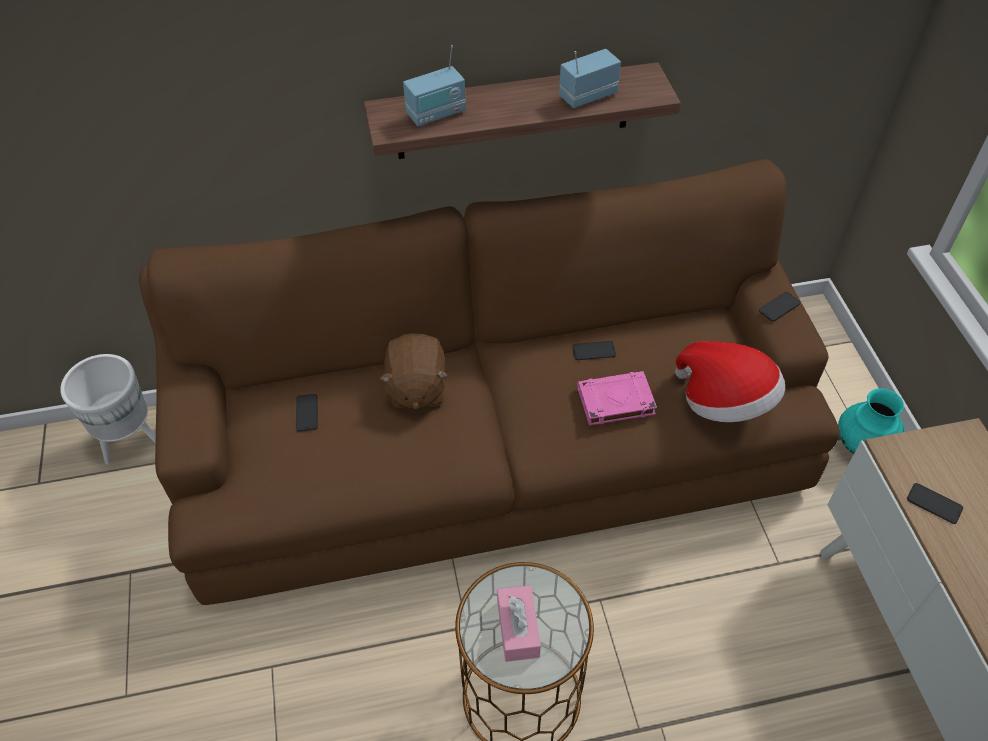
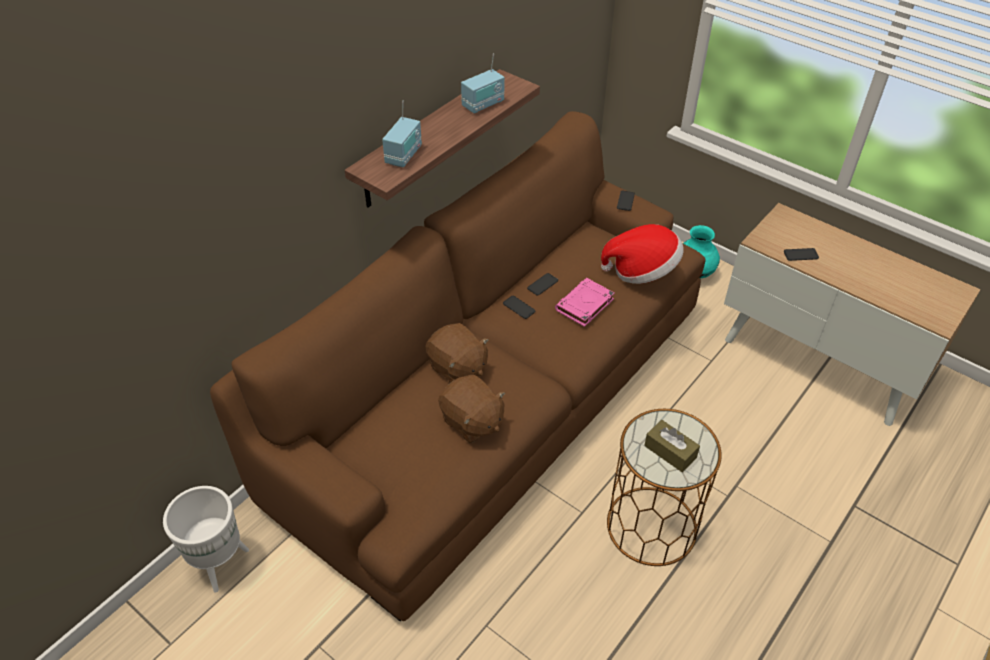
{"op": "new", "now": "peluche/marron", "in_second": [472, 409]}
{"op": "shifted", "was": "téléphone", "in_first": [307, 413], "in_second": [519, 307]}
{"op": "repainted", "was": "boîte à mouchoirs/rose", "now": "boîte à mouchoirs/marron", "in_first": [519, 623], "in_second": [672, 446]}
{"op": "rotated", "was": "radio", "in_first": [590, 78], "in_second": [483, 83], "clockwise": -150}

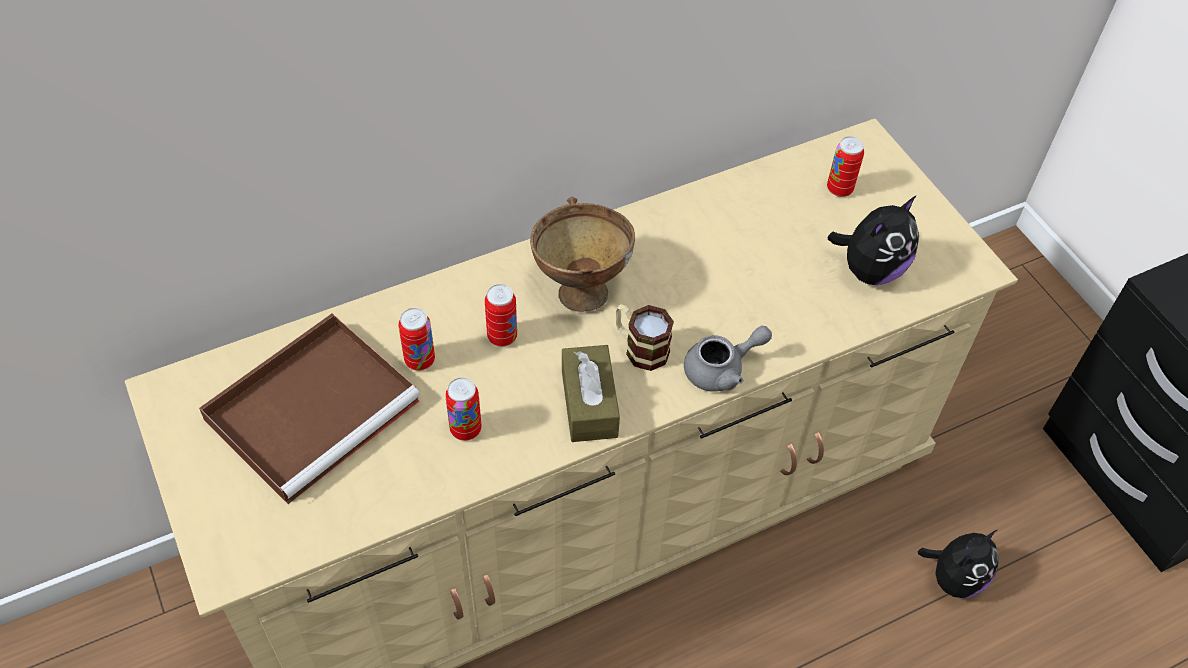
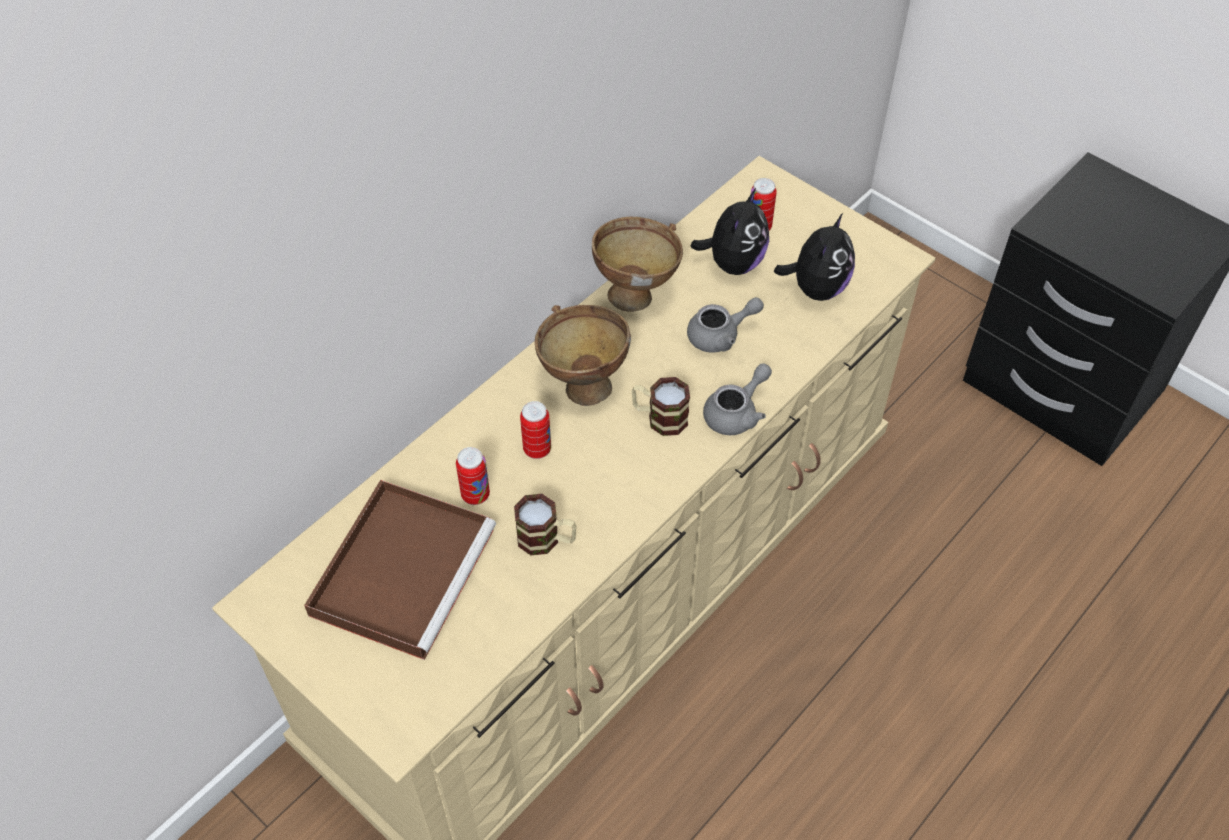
{"op": "gone", "was": "boîte à mouchoirs/marron", "in_first": [591, 393]}
{"op": "new", "now": "bol/marron", "in_second": [637, 264]}
{"op": "new", "now": "théière/gris", "in_second": [725, 325]}
{"op": "shifted", "was": "peluche", "in_first": [958, 564], "in_second": [729, 231]}
{"op": "swapped", "was": "boîte métallique", "now": "mug", "in_first": [463, 409], "in_second": [545, 525]}

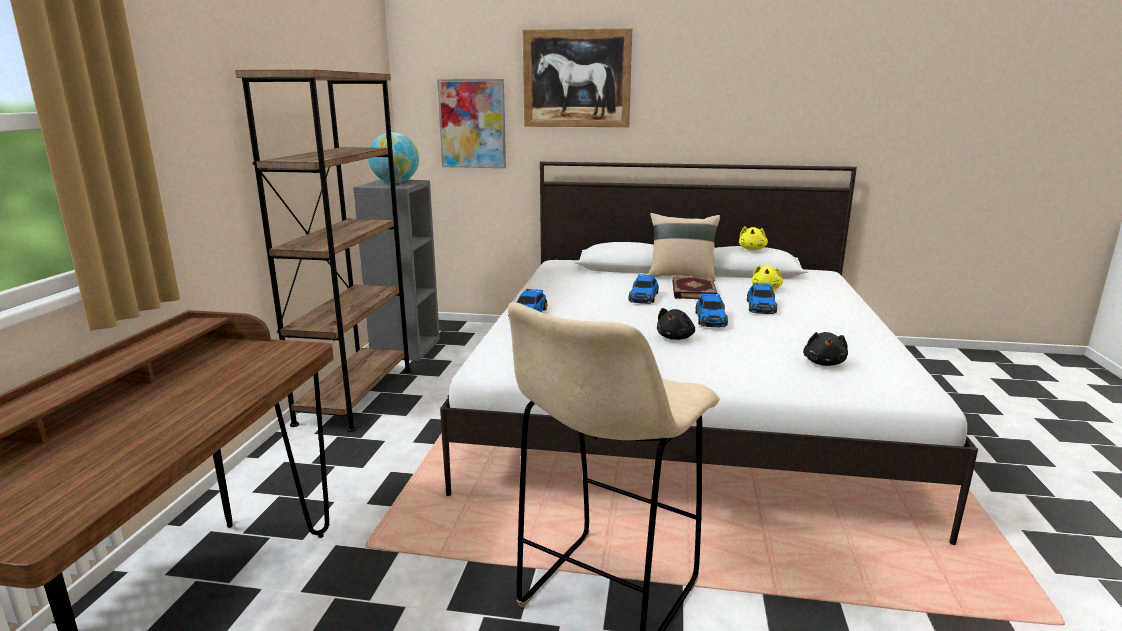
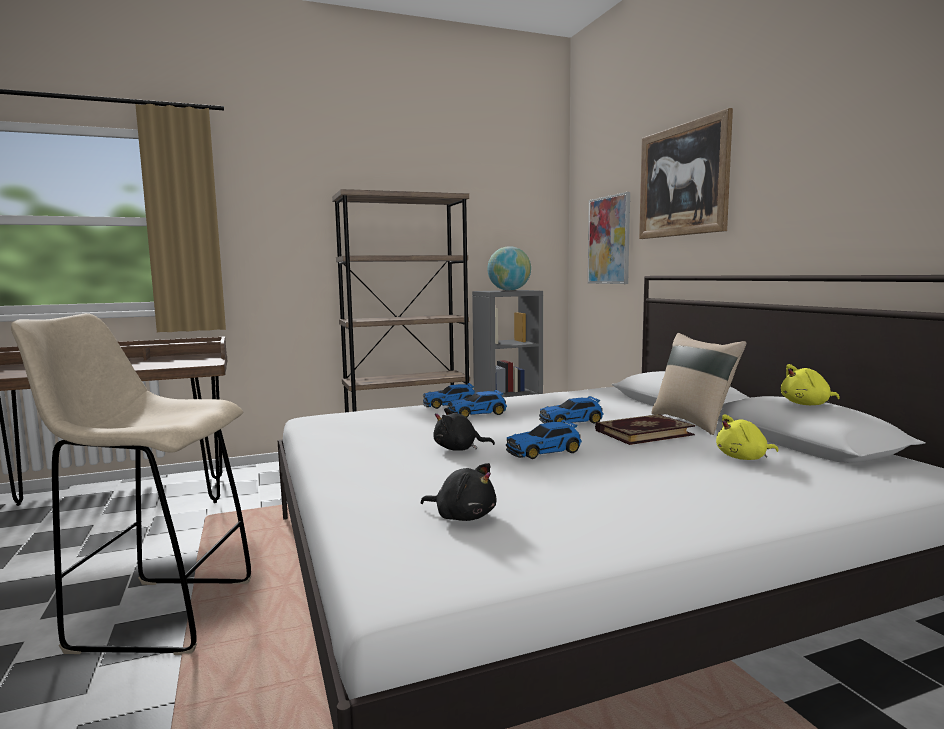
{"op": "shifted", "was": "petite voiture", "in_first": [762, 298], "in_second": [477, 404]}
{"op": "rotated", "was": "peluche/noir", "in_first": [825, 349], "in_second": [458, 492], "clockwise": -135}

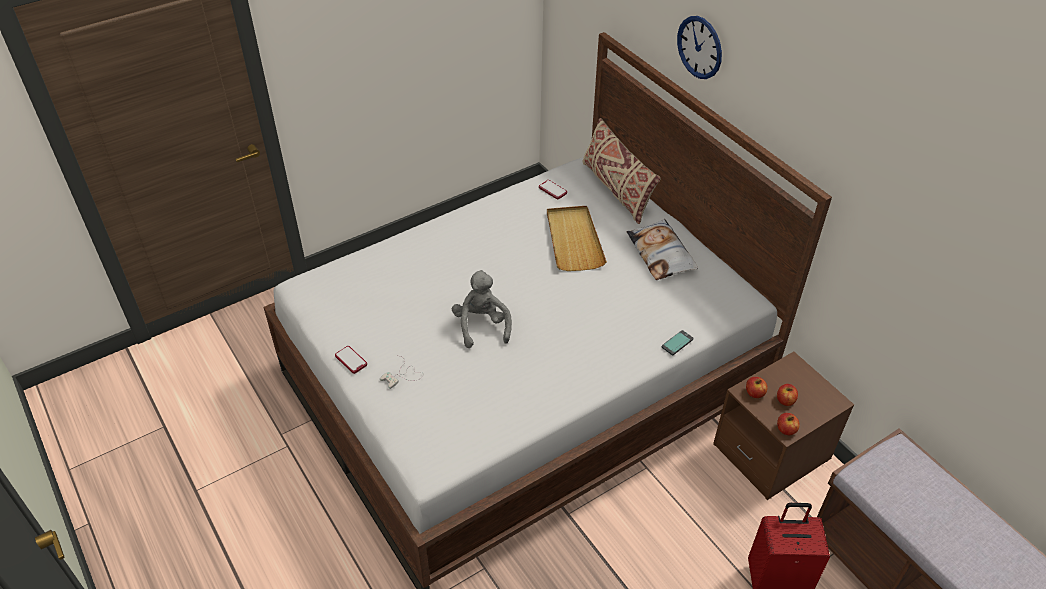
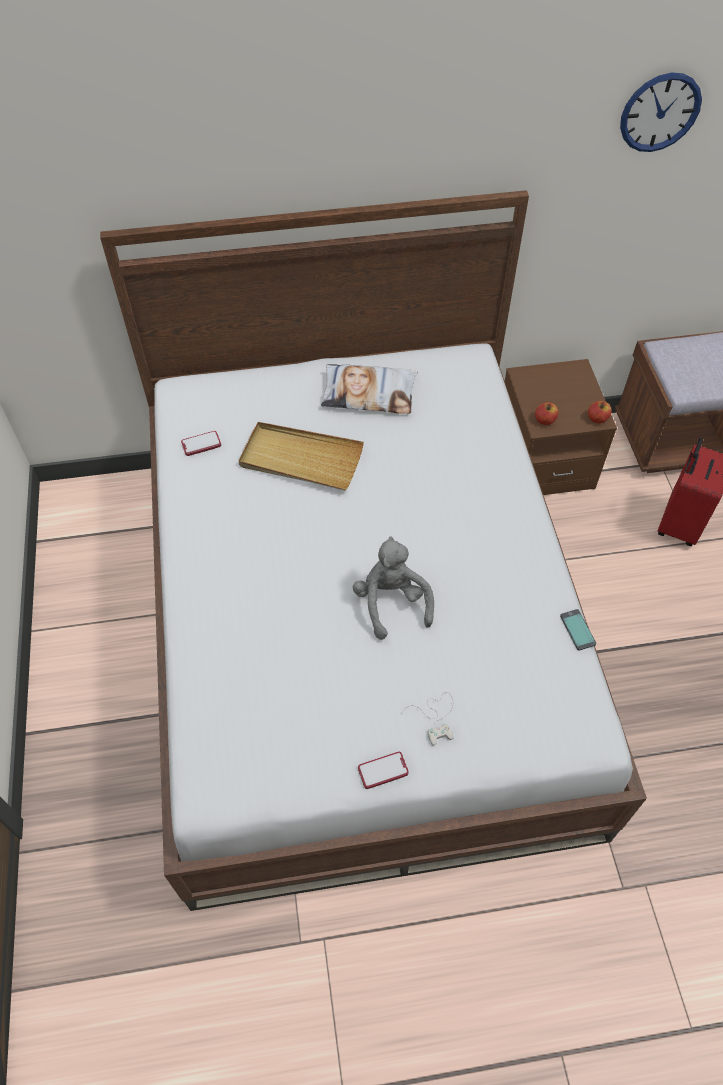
{"op": "gone", "was": "coussin/beige", "in_first": [622, 171]}
{"op": "gone", "was": "pomme", "in_first": [787, 395]}
{"op": "shifted", "was": "téléphone", "in_first": [677, 342], "in_second": [578, 630]}
{"op": "shifted", "was": "horloge murale", "in_first": [699, 47], "in_second": [661, 112]}
{"op": "rotated", "was": "peluche/gris", "in_first": [482, 309], "in_second": [393, 588], "clockwise": 60}

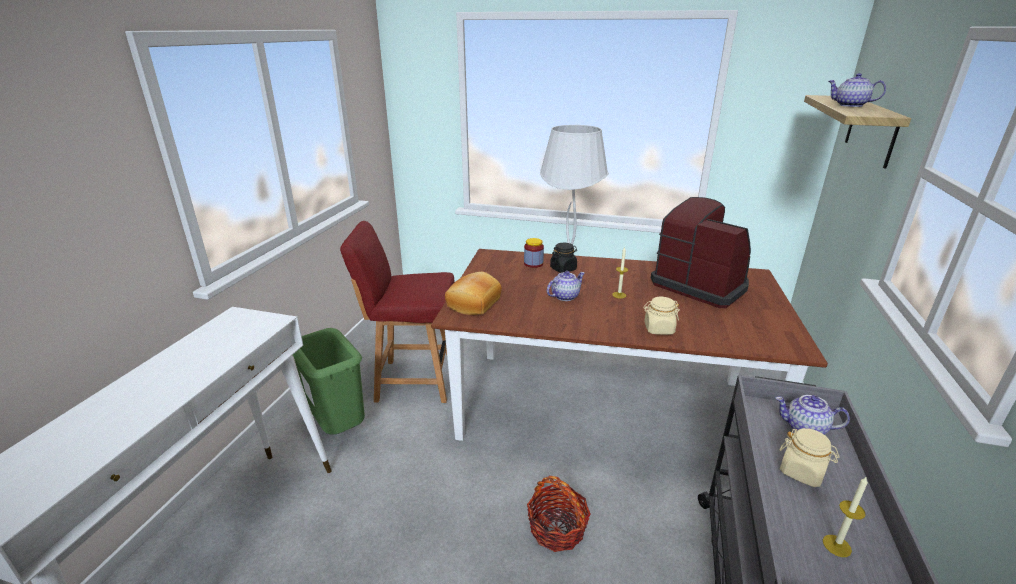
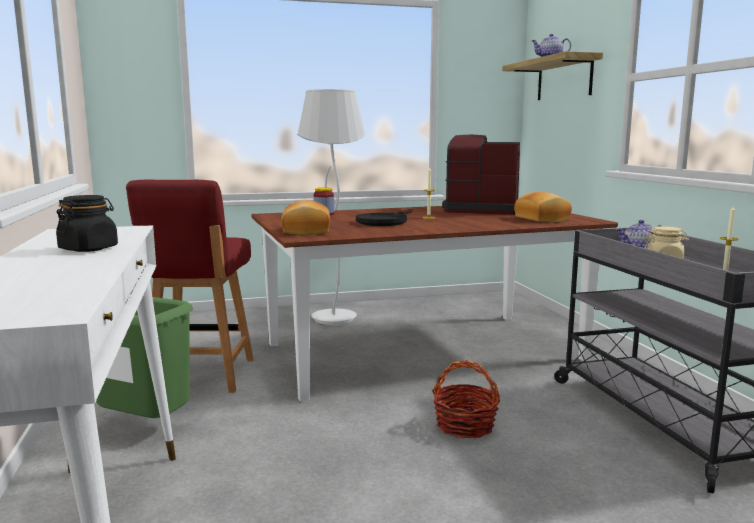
{"op": "gone", "was": "bocal/beige", "in_first": [661, 316]}
{"op": "new", "now": "pain", "in_second": [543, 207]}
{"op": "shifted", "was": "bocal/noir", "in_first": [563, 258], "in_second": [87, 223]}
{"op": "swapped", "was": "théière", "now": "poêle/noir", "in_first": [566, 286], "in_second": [384, 217]}
{"op": "rotated", "was": "chaise/rouge", "in_first": [397, 312], "in_second": [190, 286], "clockwise": -60}

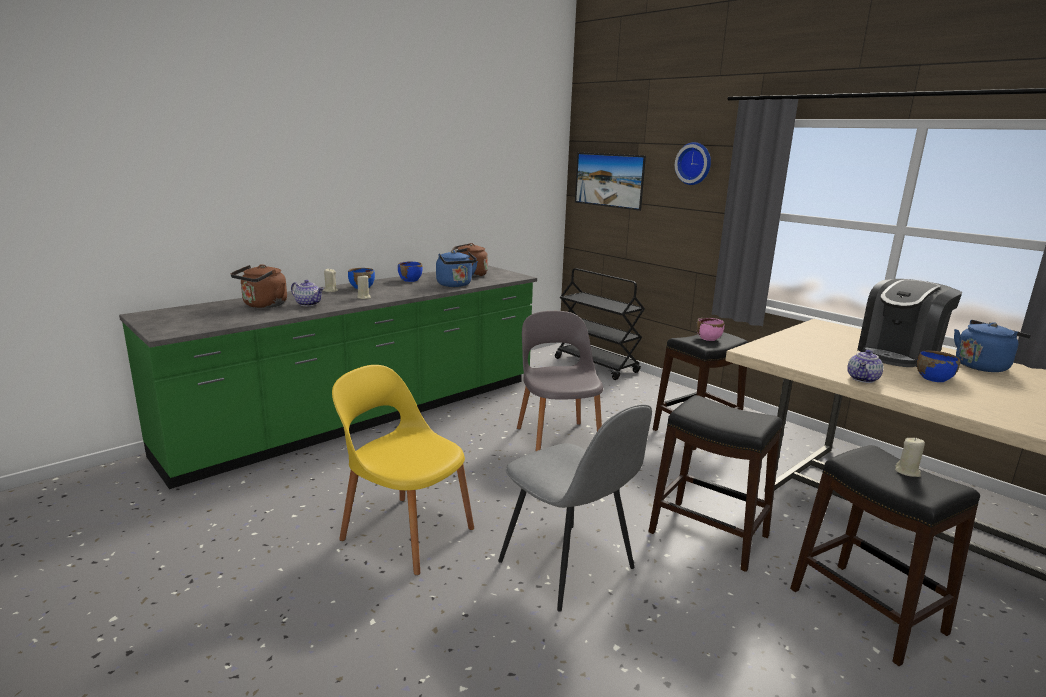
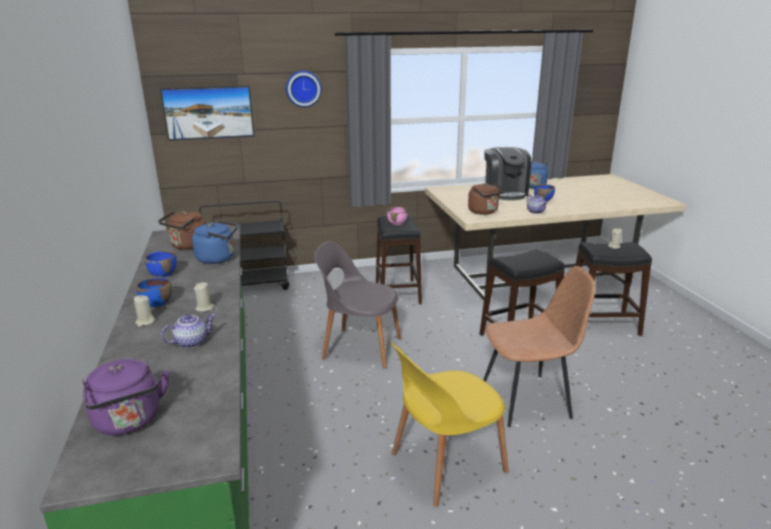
{"op": "new", "now": "bouilloire/violet", "in_second": [125, 397]}
{"op": "shifted", "was": "bouilloire/marron", "in_first": [259, 286], "in_second": [487, 199]}
{"op": "repainted", "was": "chaise/gris", "now": "chaise/marron", "in_first": [575, 508], "in_second": [539, 346]}

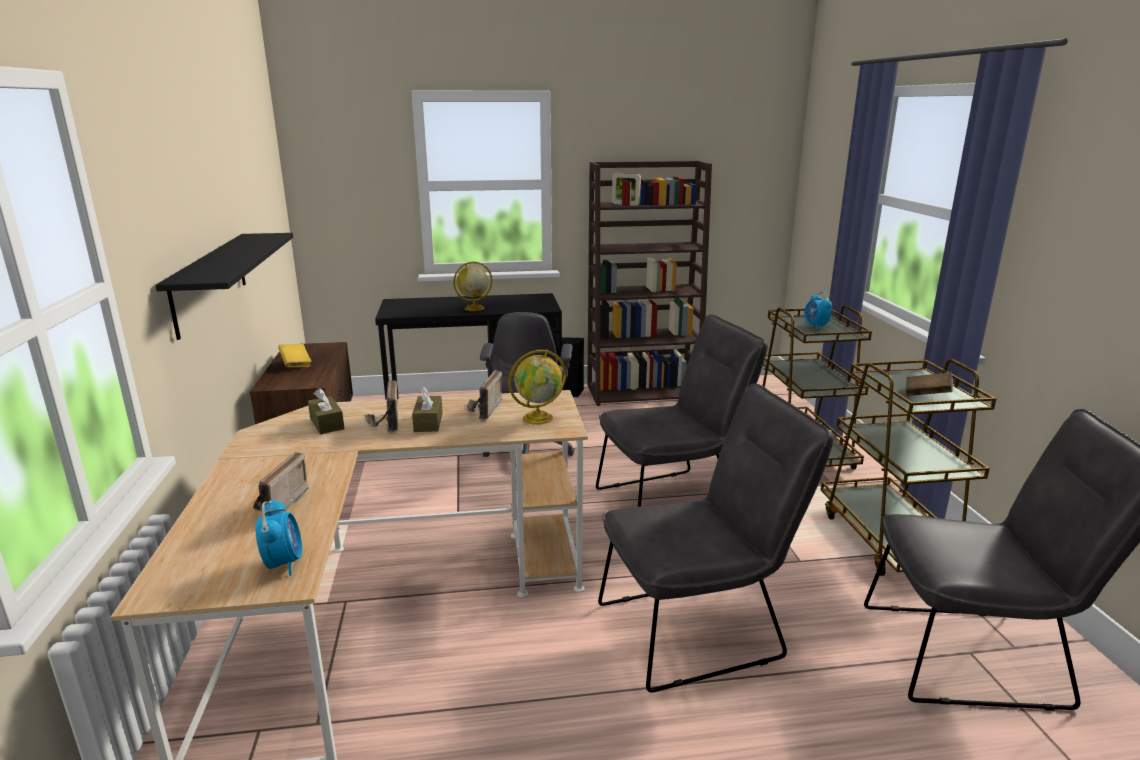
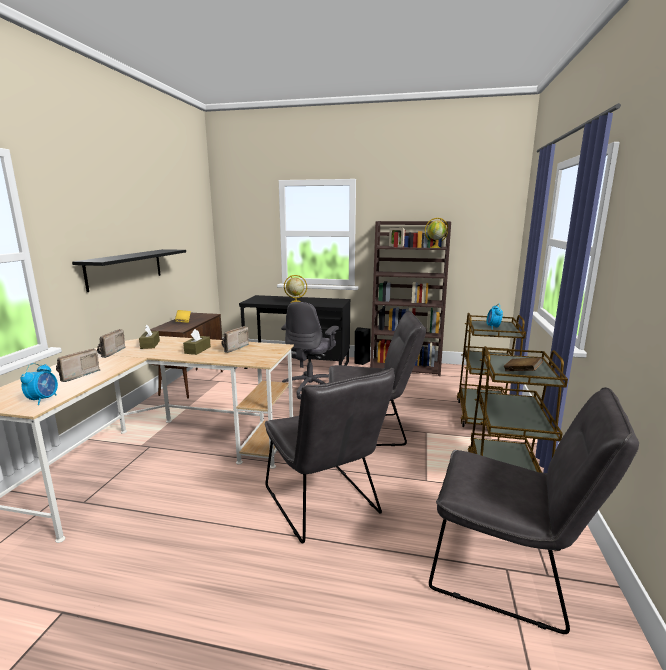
{"op": "shifted", "was": "radio", "in_first": [381, 406], "in_second": [111, 343]}
{"op": "shifted", "was": "globe", "in_first": [537, 387], "in_second": [436, 233]}
{"op": "rotated", "was": "chaise/gris", "in_first": [716, 537], "in_second": [330, 456], "clockwise": 60}

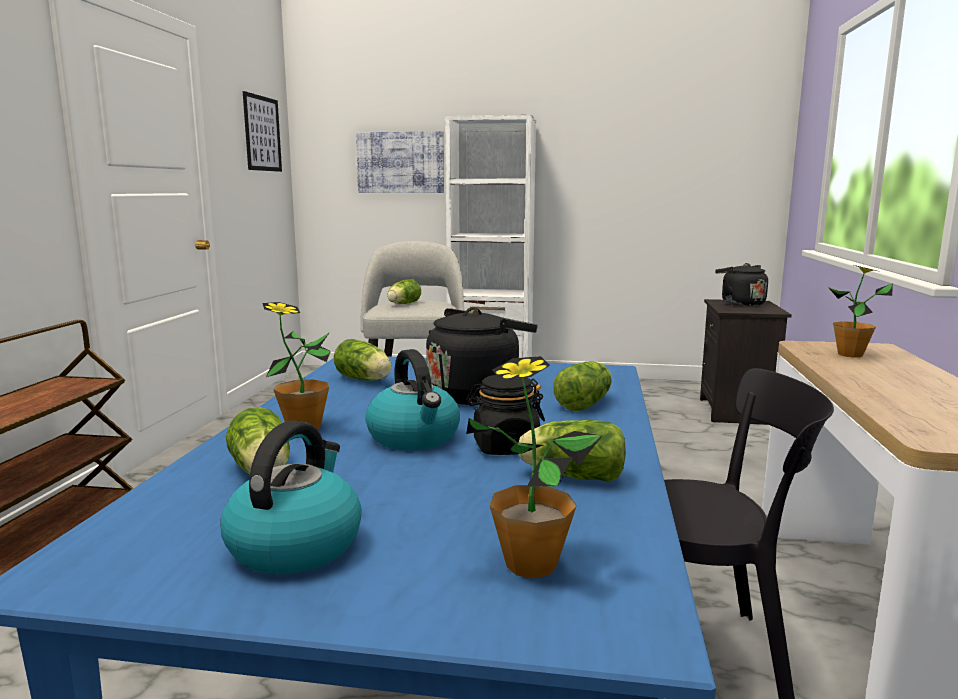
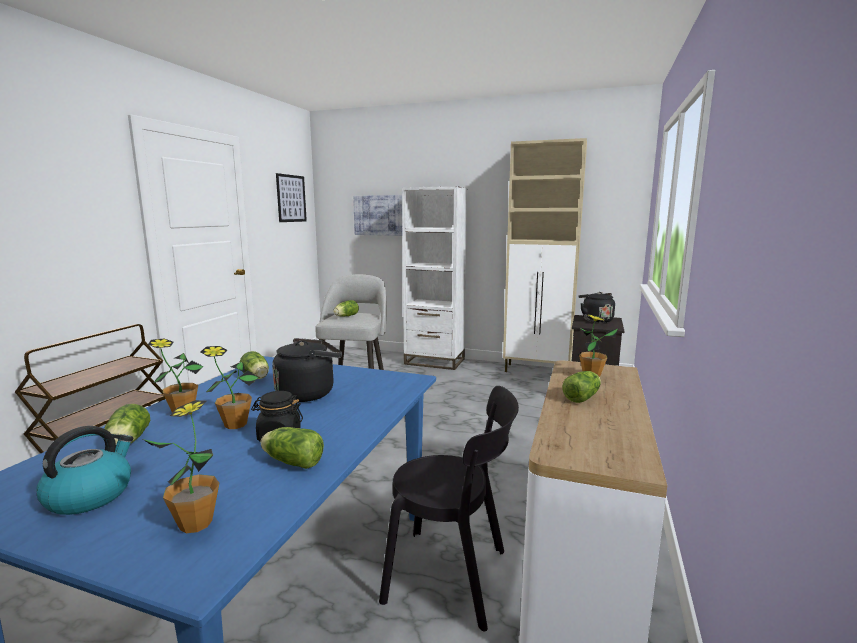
{"op": "new", "now": "meuble de rangement/beige", "in_second": [545, 255]}
{"op": "shifted", "was": "laitue", "in_first": [583, 386], "in_second": [582, 387]}
{"op": "swapped", "was": "bouilloire", "now": "plante en pot", "in_first": [412, 399], "in_second": [230, 387]}

